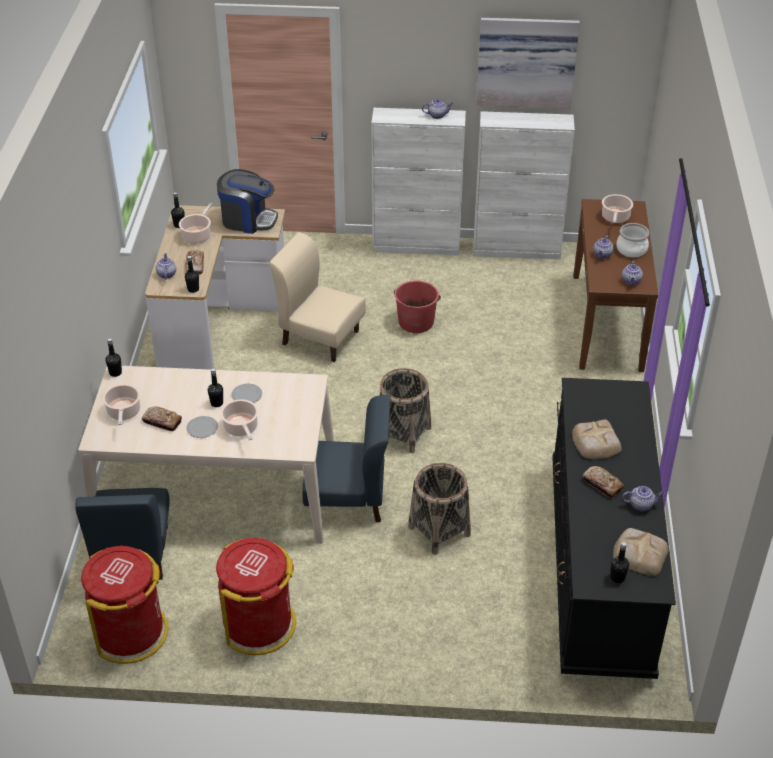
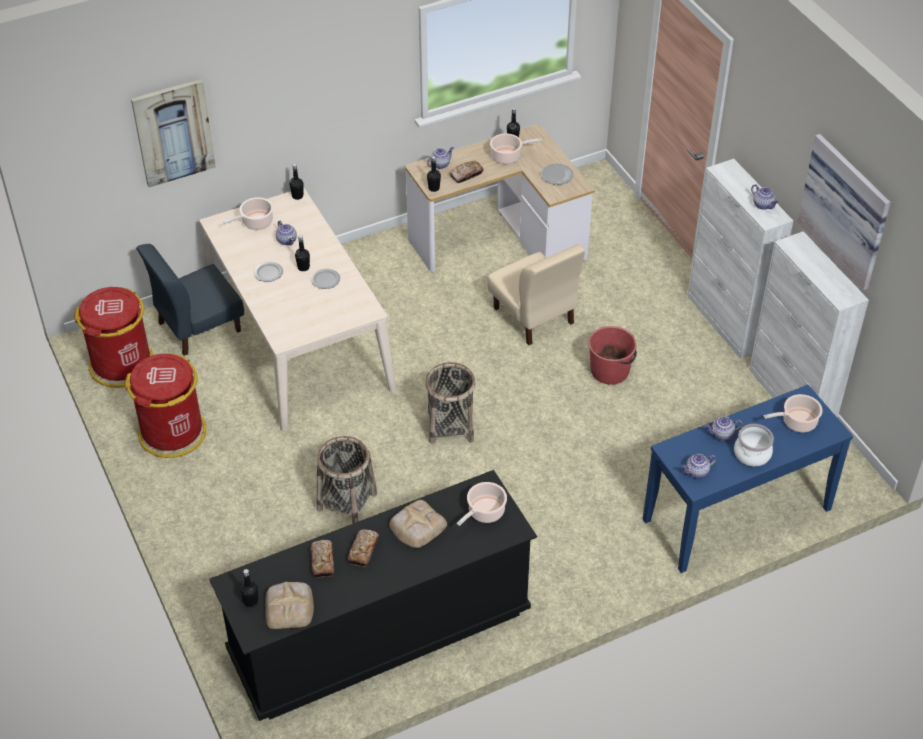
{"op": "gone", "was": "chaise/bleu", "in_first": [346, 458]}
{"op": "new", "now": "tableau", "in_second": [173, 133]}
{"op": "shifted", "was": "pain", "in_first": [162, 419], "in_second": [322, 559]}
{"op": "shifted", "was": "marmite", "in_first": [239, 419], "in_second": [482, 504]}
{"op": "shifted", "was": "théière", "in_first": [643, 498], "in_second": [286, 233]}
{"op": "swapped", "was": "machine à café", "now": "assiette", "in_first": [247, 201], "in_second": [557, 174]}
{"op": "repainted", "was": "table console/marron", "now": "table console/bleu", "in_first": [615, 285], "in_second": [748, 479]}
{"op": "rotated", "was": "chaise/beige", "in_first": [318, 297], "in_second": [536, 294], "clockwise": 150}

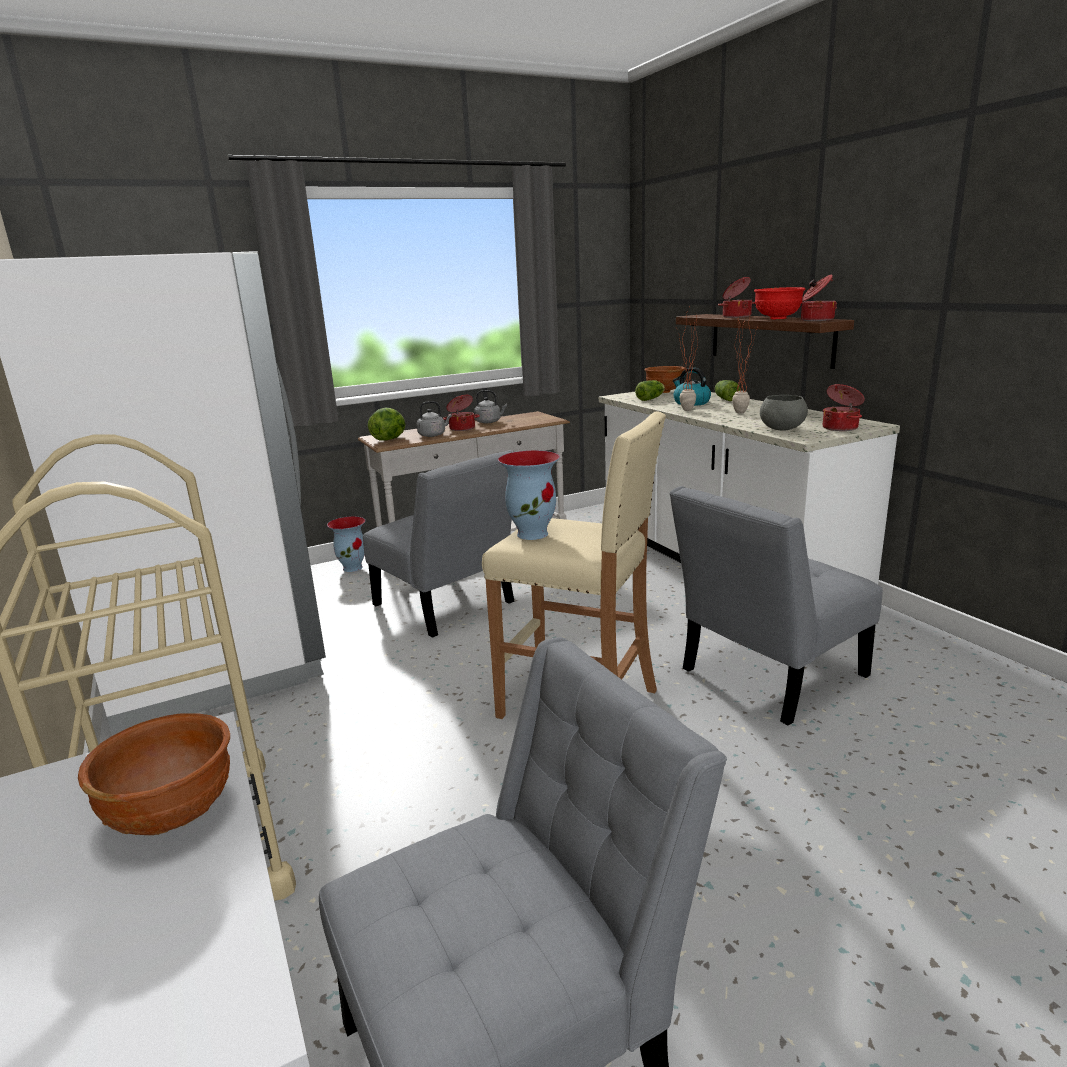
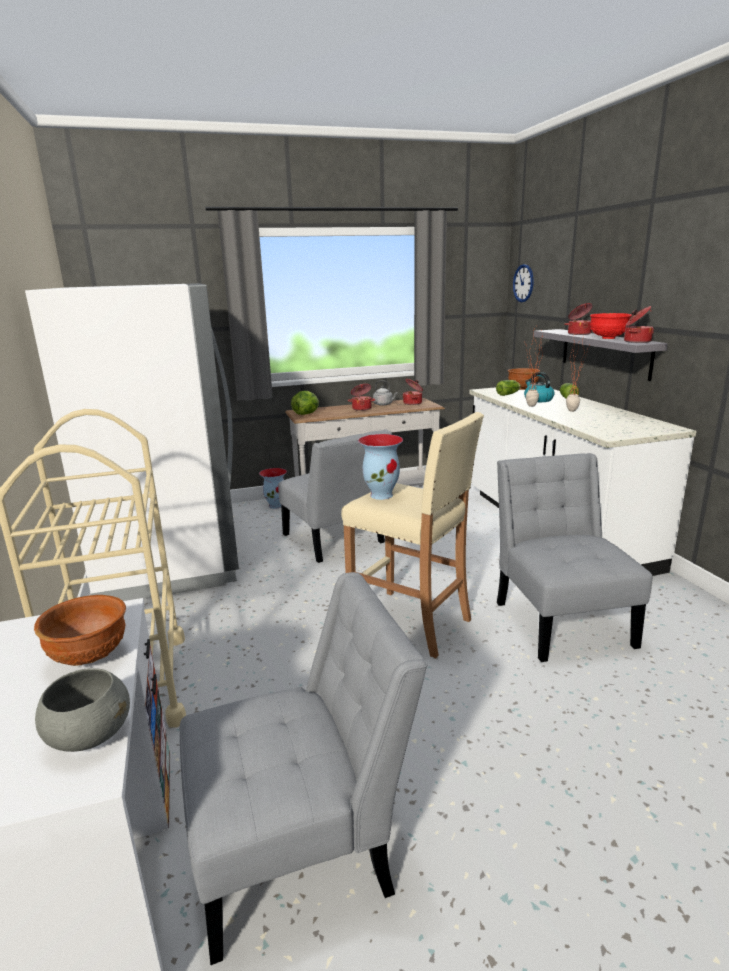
{"op": "gone", "was": "bouilloire/gris", "in_first": [434, 419]}
{"op": "new", "now": "horloge murale", "in_second": [523, 283]}
{"op": "shifted", "was": "bol/gris", "in_first": [784, 413], "in_second": [82, 710]}
{"op": "shifted", "was": "marmite", "in_first": [844, 407], "in_second": [413, 392]}
{"op": "repainted", "was": "étagère/marron", "now": "étagère/gris", "in_first": [765, 341], "in_second": [601, 355]}
{"op": "rotated", "was": "chaise/gris", "in_first": [776, 605], "in_second": [574, 557], "clockwise": 105}

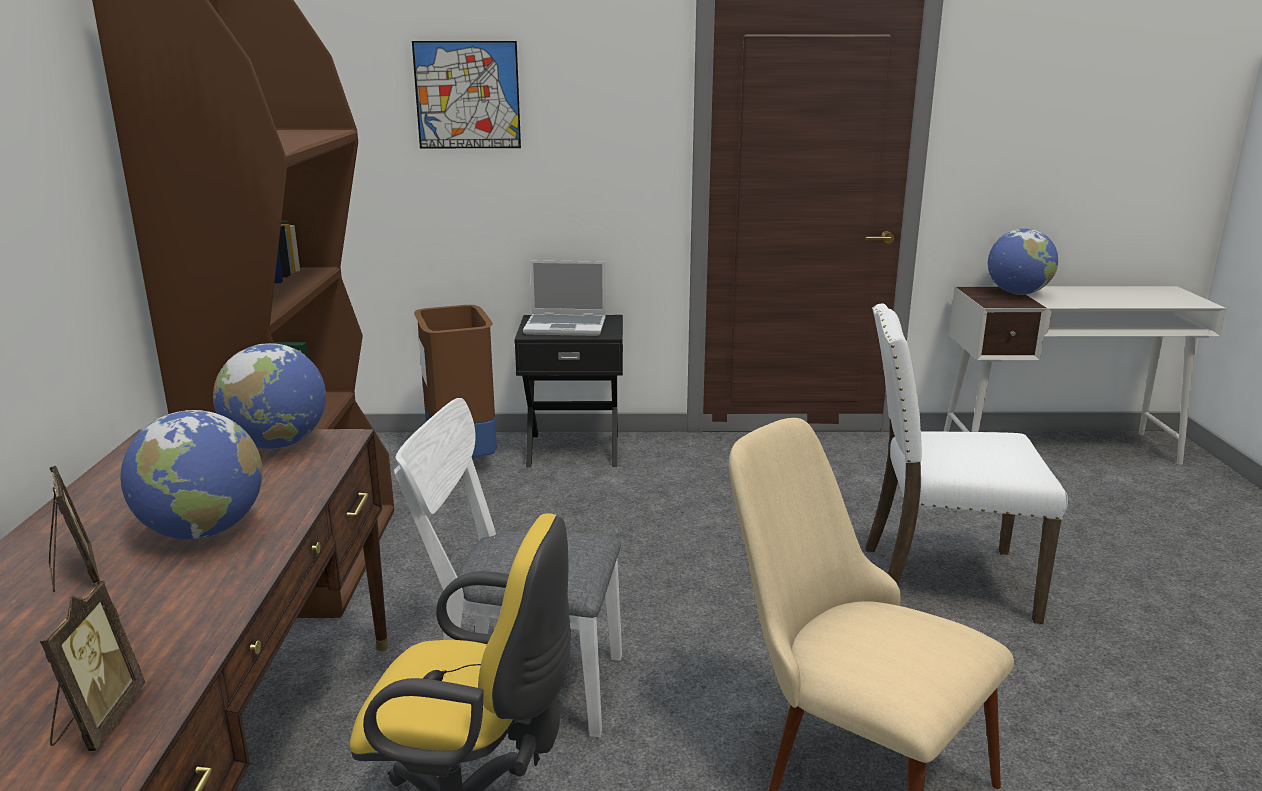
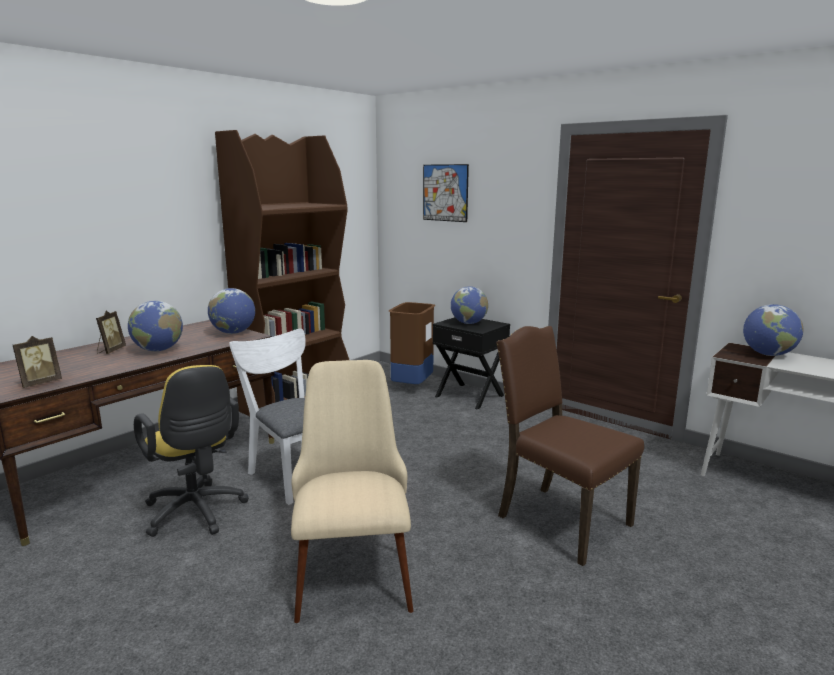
{"op": "swapped", "was": "ordinateur portable", "now": "globe", "in_first": [564, 298], "in_second": [469, 305]}
{"op": "repainted", "was": "chaise/blanc", "now": "chaise/marron", "in_first": [966, 464], "in_second": [570, 446]}

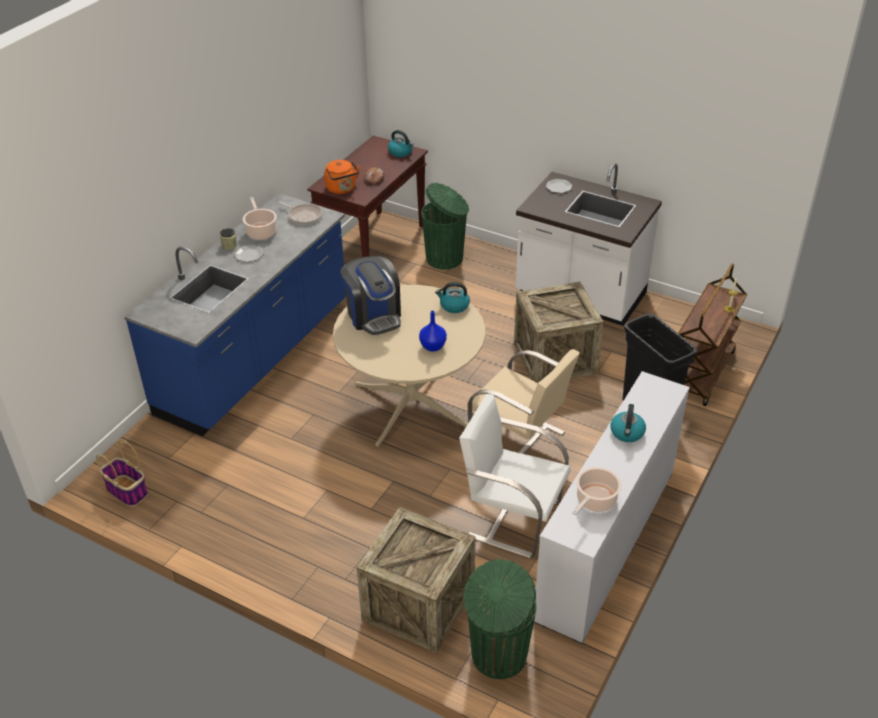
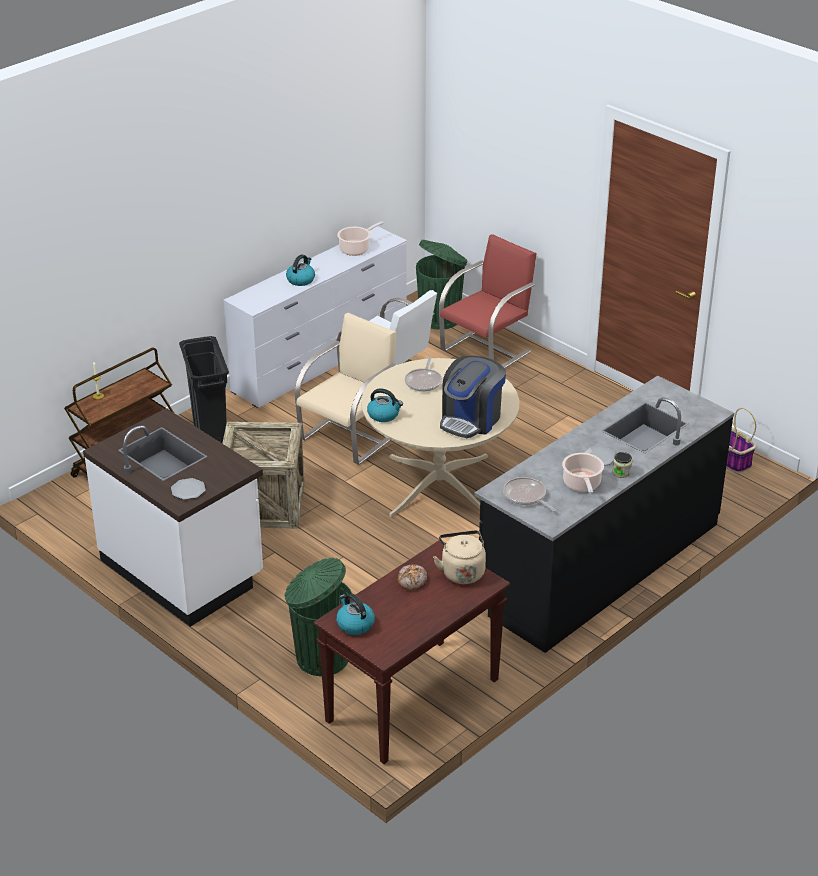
{"op": "swapped", "was": "caisse", "now": "chaise/rouge", "in_first": [416, 580], "in_second": [488, 301]}
{"op": "swapped", "was": "vase/bleu", "now": "poêle", "in_first": [433, 331], "in_second": [423, 374]}
{"op": "repainted", "was": "comptoir de cuisine/bleu", "now": "comptoir de cuisine/noir", "in_first": [235, 314], "in_second": [604, 514]}
{"op": "repainted", "was": "bouilloire/orange", "now": "bouilloire/beige", "in_first": [342, 177], "in_second": [459, 557]}
{"op": "rotated", "was": "machine à café", "in_first": [370, 295], "in_second": [473, 397], "clockwise": -135}
{"op": "rotated", "was": "chaise/beige", "in_first": [523, 401], "in_second": [346, 389], "clockwise": 75}

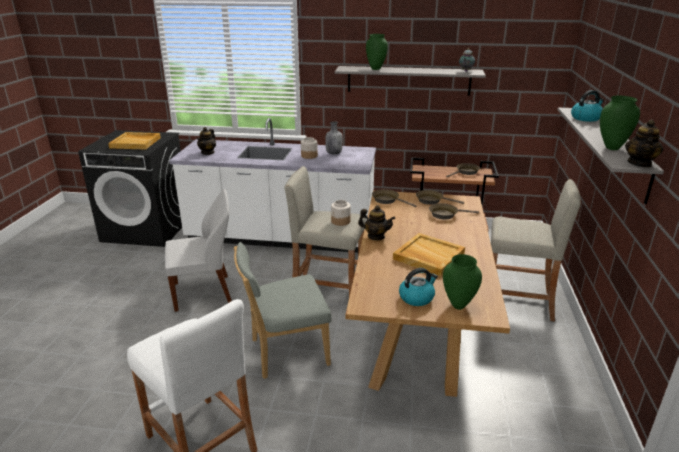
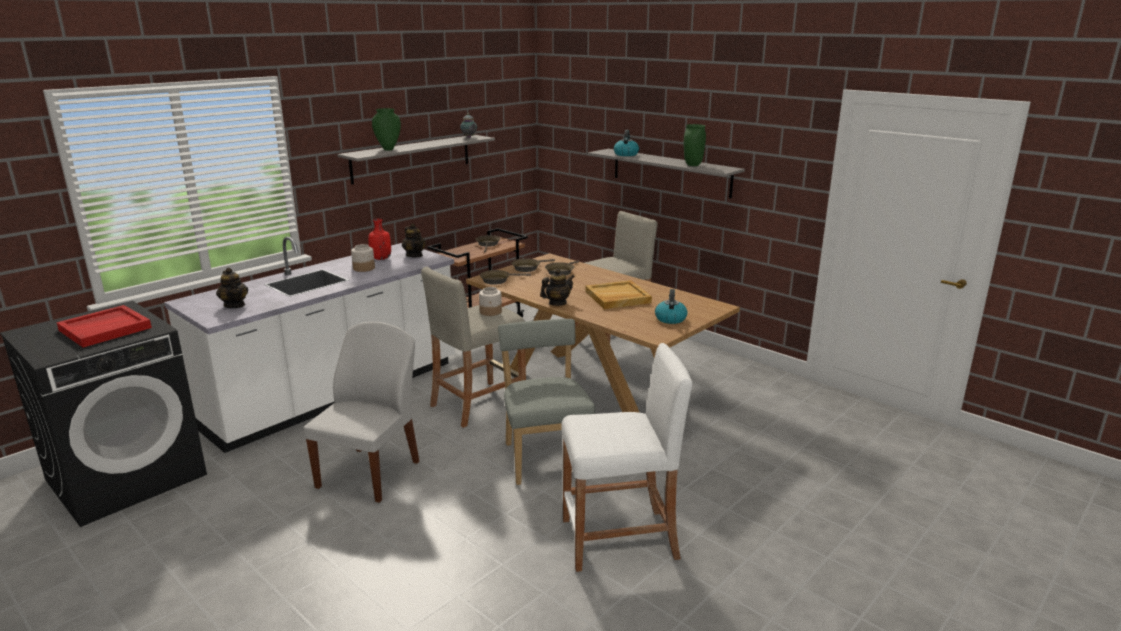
{"op": "gone", "was": "vase/vert", "in_first": [462, 282]}
{"op": "shifted", "was": "théière", "in_first": [644, 143], "in_second": [414, 240]}
{"op": "repainted", "was": "plateau/beige", "now": "plateau/rouge", "in_first": [134, 141], "in_second": [104, 326]}
{"op": "repainted", "was": "bouteille/gris", "now": "bouteille/rouge", "in_first": [334, 137], "in_second": [379, 239]}
{"op": "rotated", "was": "chaise/gris", "in_first": [282, 310], "in_second": [546, 402], "clockwise": 150}

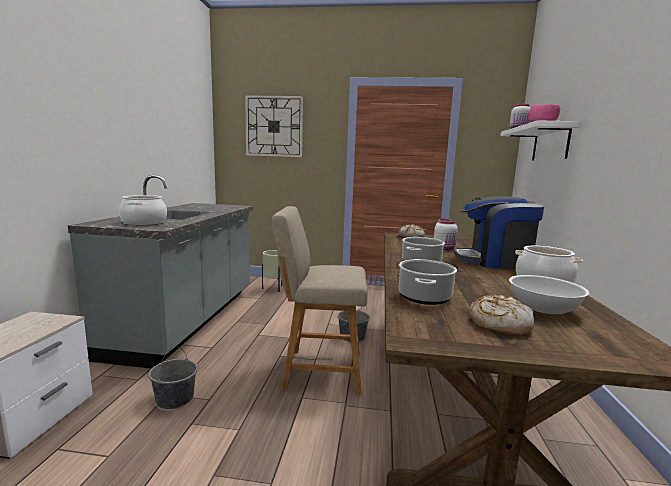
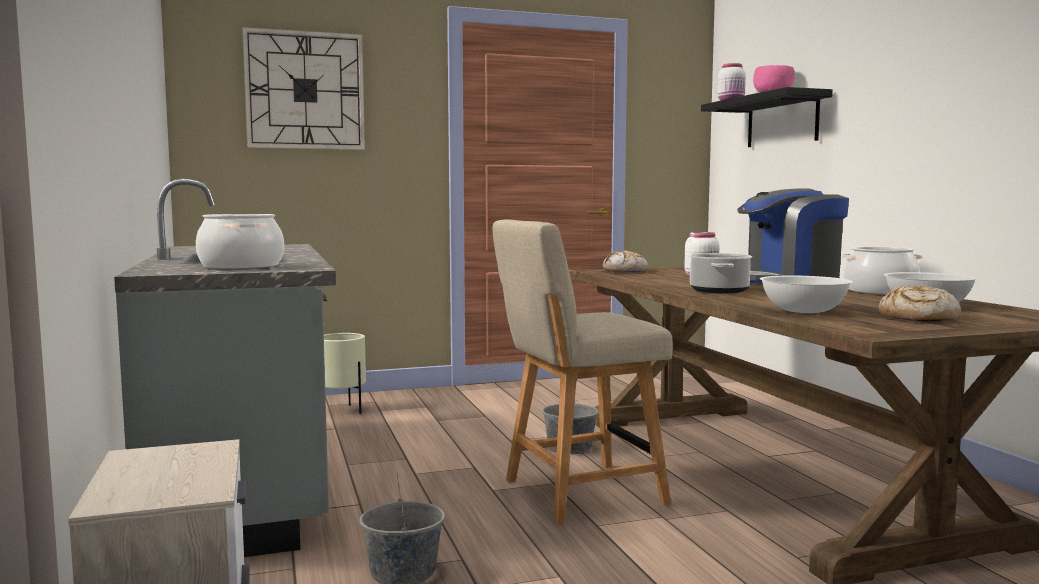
{"op": "swapped", "was": "marmite", "now": "bol/blanc", "in_first": [428, 282], "in_second": [806, 294]}
{"op": "repainted", "was": "étagère/blanc", "now": "étagère/noir", "in_first": [540, 140], "in_second": [767, 117]}

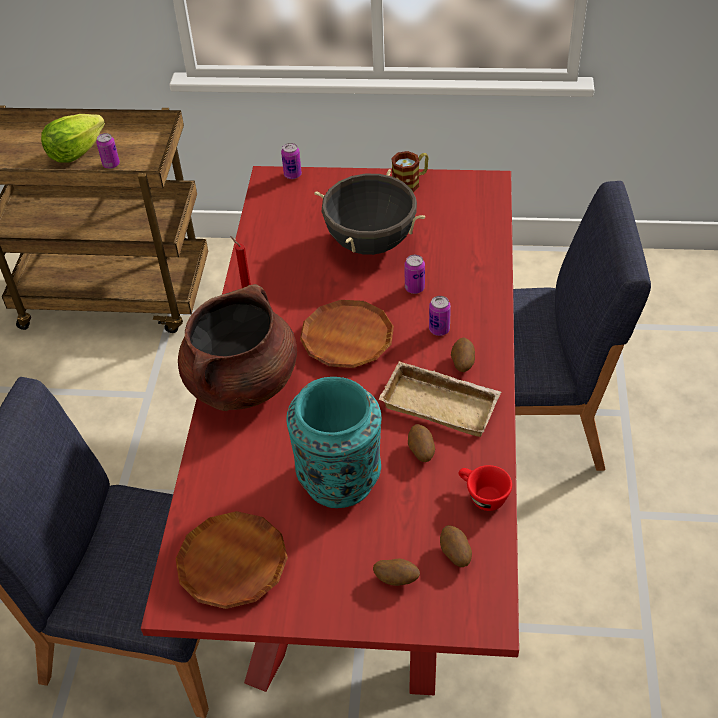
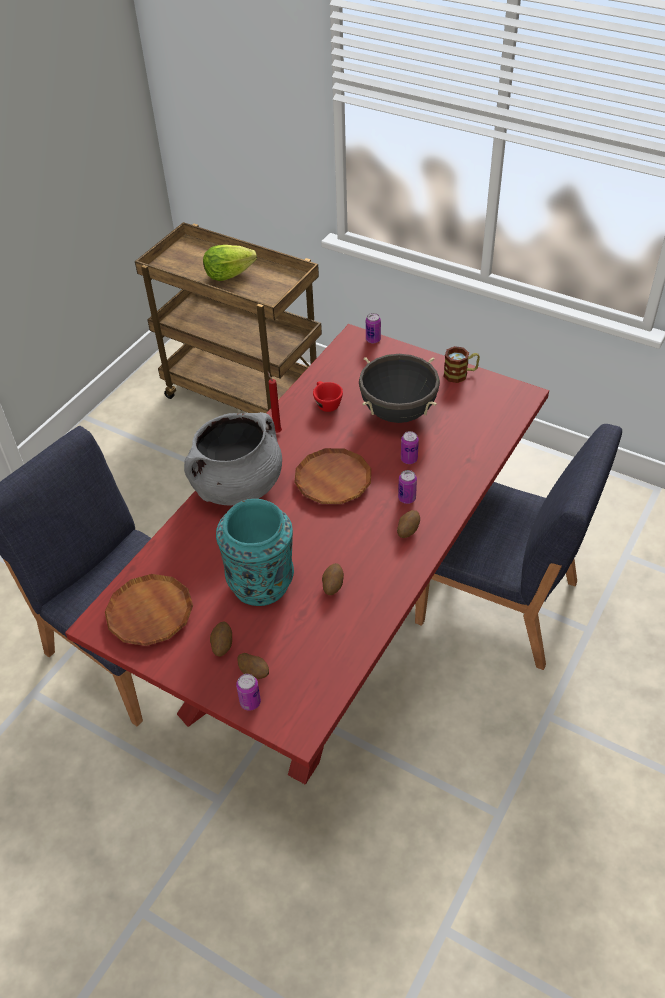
{"op": "gone", "was": "plateau/beige", "in_first": [440, 399]}
{"op": "shifted", "was": "boîte métallique", "in_first": [108, 151], "in_second": [248, 692]}
{"op": "shifted", "was": "pomme de terre", "in_first": [456, 546], "in_second": [221, 639]}
{"op": "shifted", "was": "tasse/rouge", "in_first": [485, 488], "in_second": [328, 396]}
{"op": "repainted", "was": "marmite/marron", "now": "marmite/gris", "in_first": [237, 347], "in_second": [233, 459]}

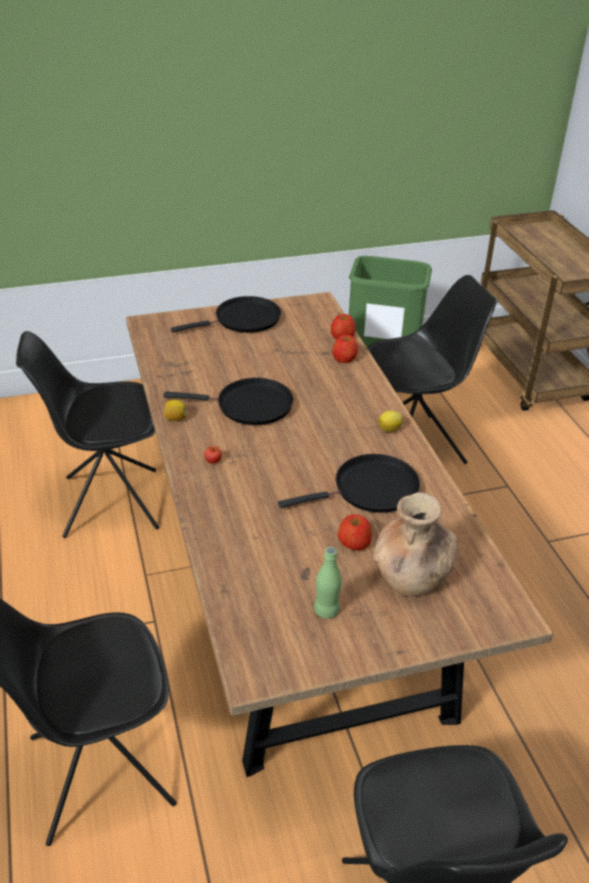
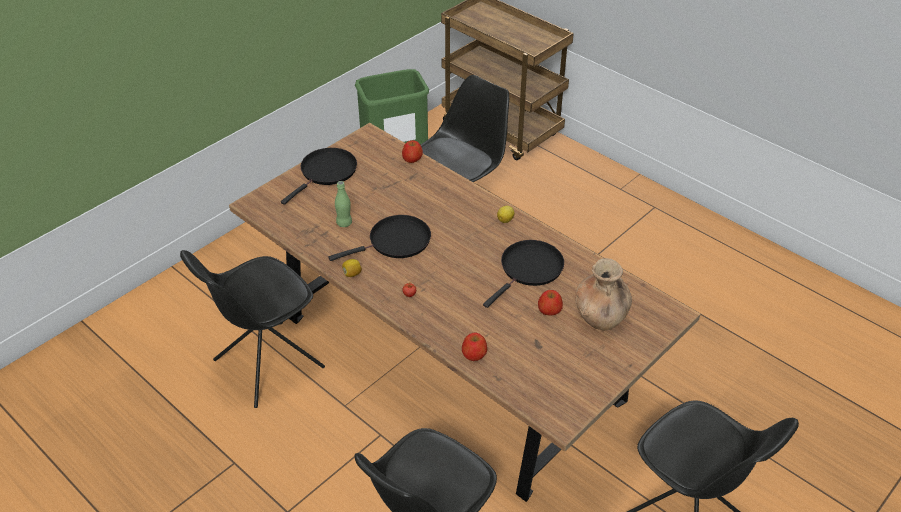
{"op": "shifted", "was": "bouteille/vert", "in_first": [328, 582], "in_second": [343, 204]}
{"op": "shifted", "was": "pomme", "in_first": [345, 349], "in_second": [474, 346]}

